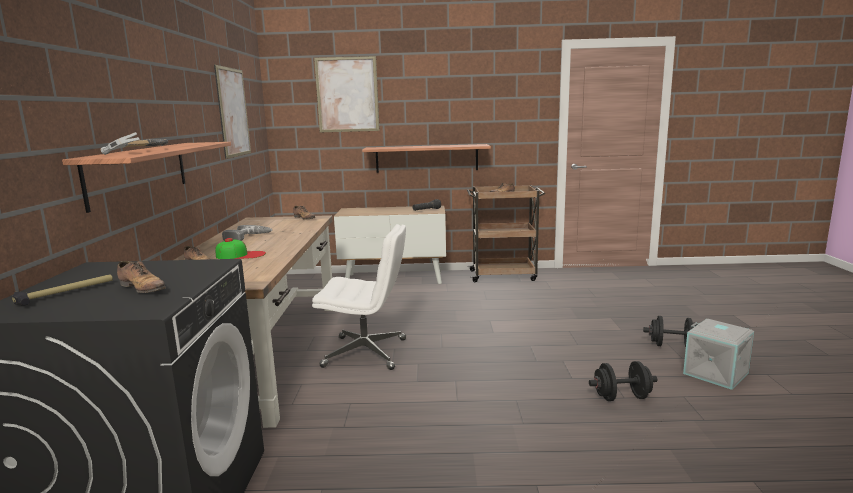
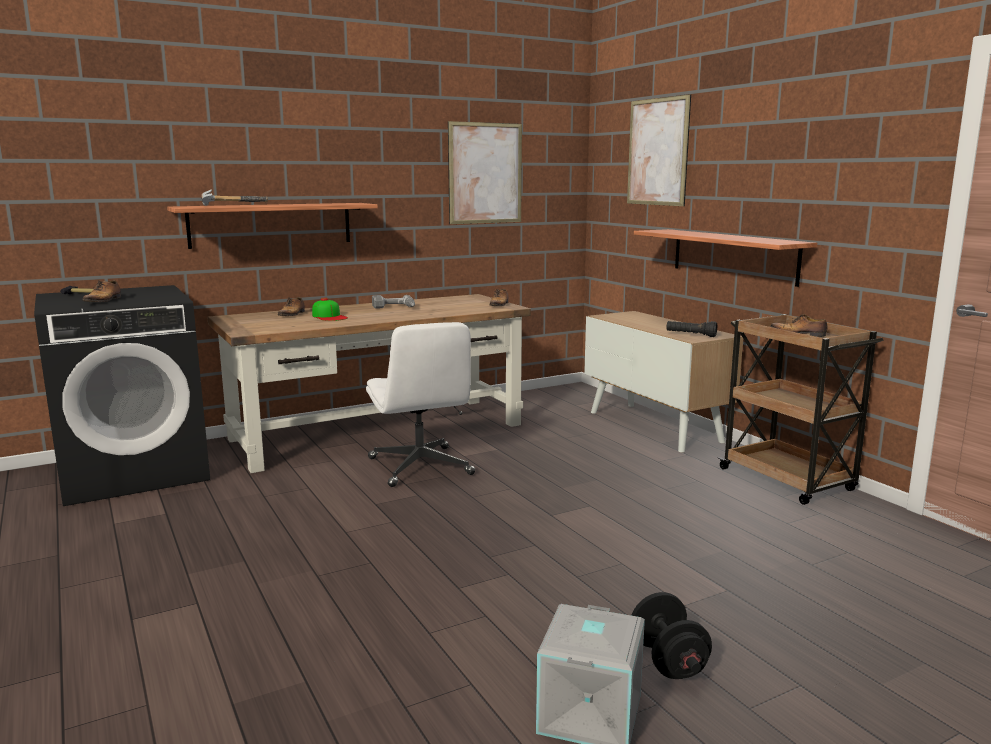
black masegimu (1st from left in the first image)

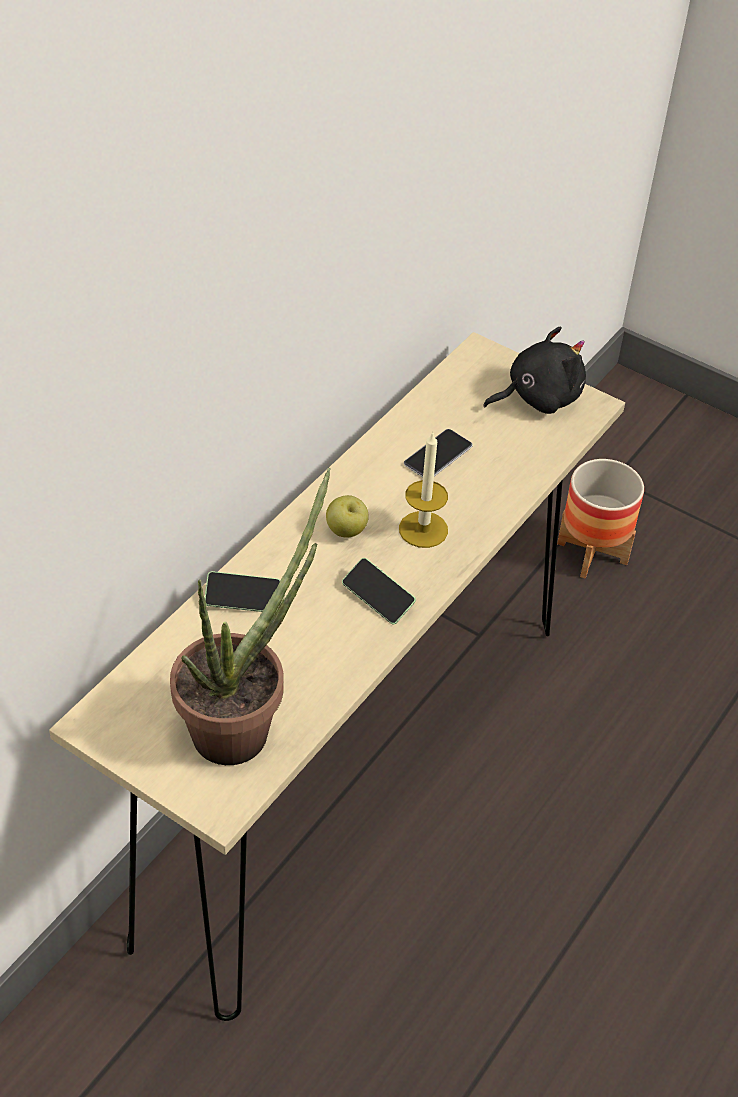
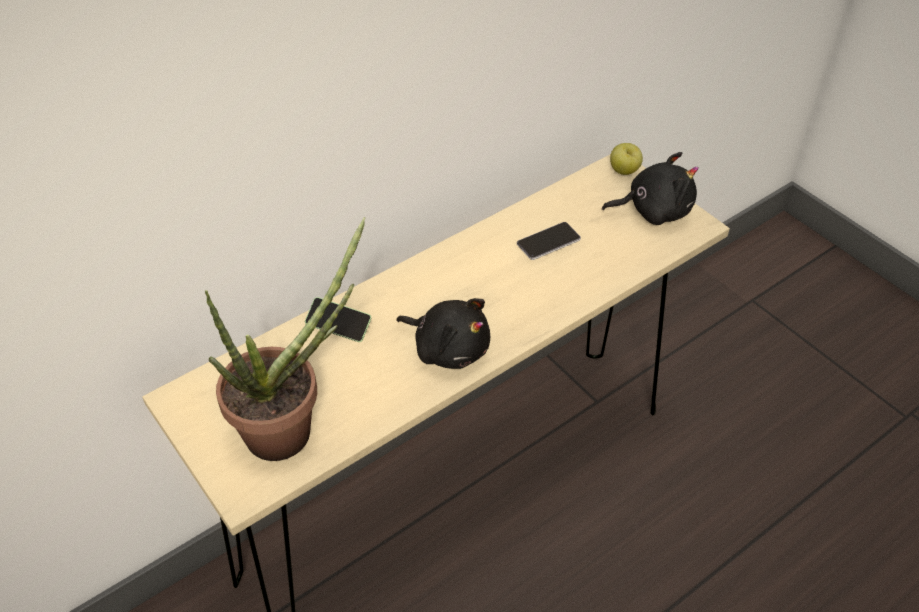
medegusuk
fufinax
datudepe
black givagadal (1st from left)

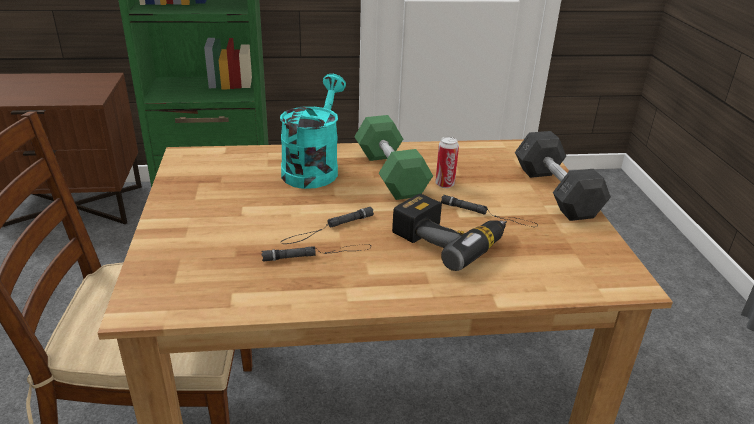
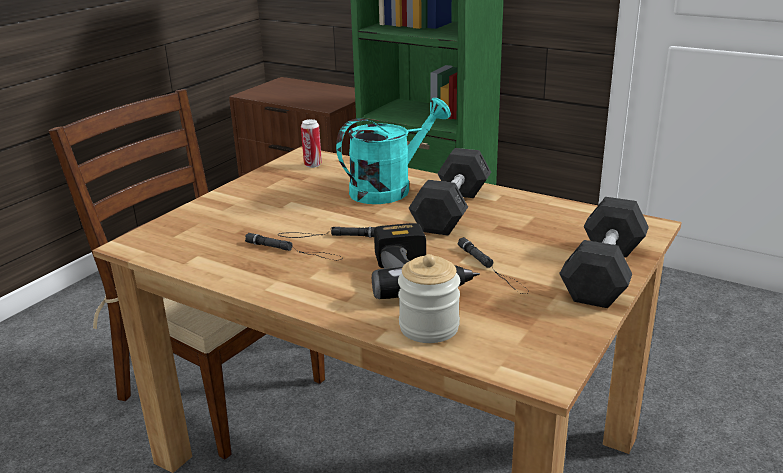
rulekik
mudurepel
grey masegimu (1st from left)

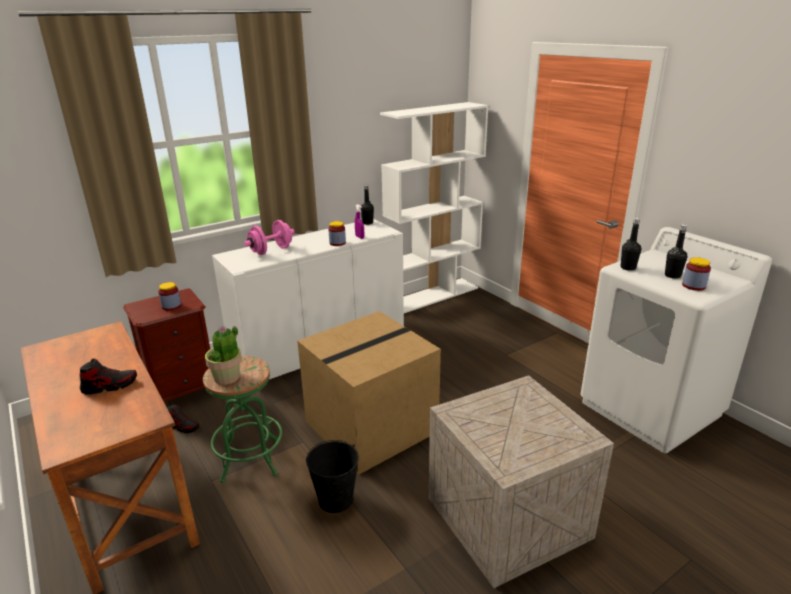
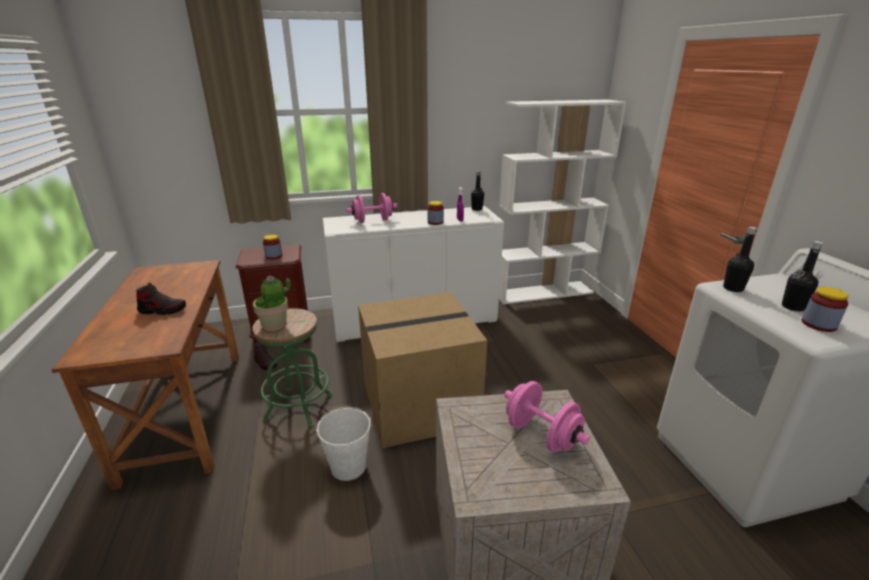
pink masegimu (2nd from left)
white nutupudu

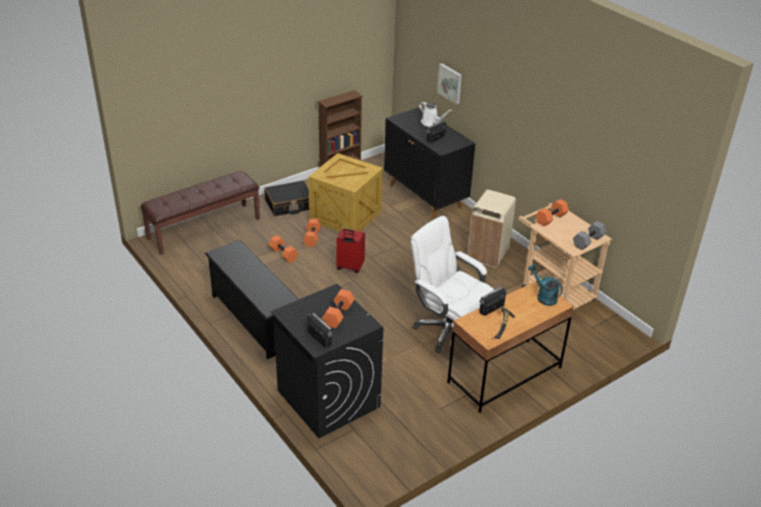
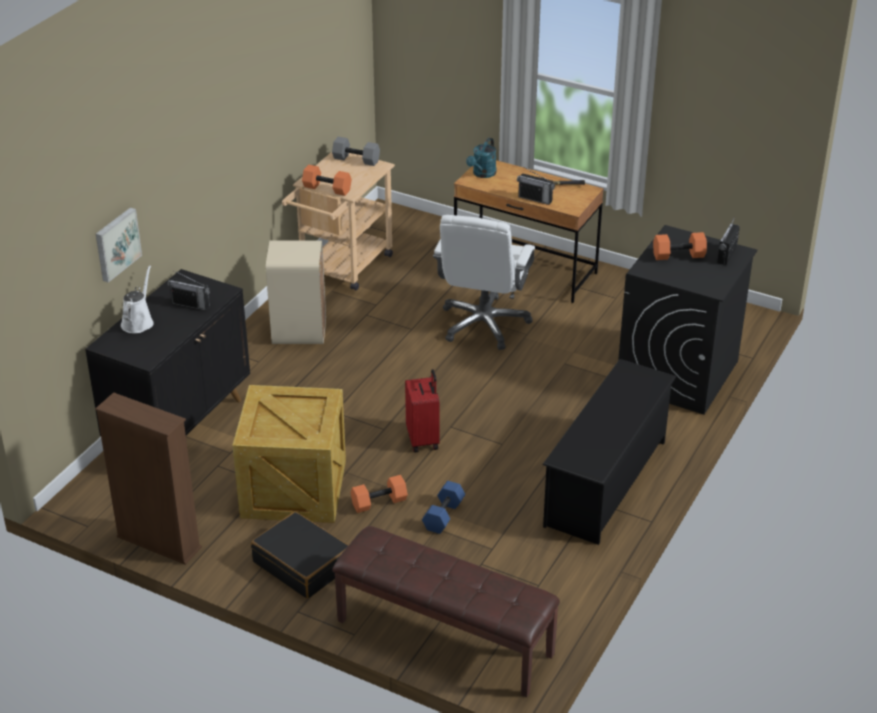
blue masegimu

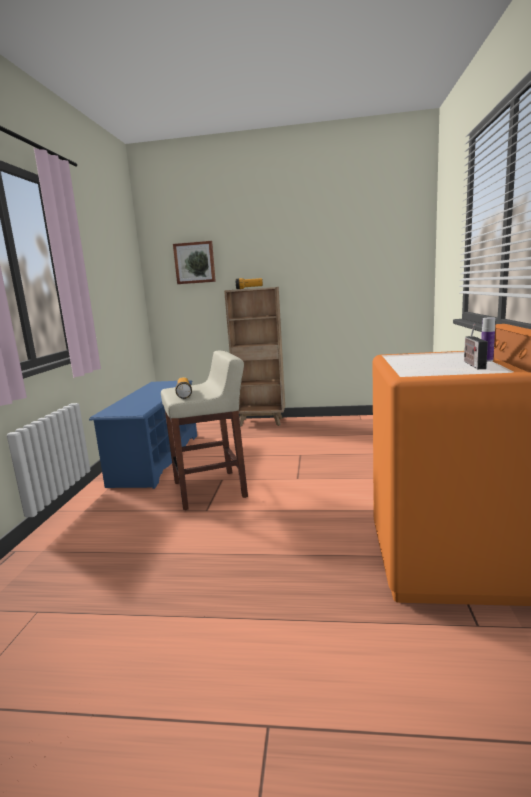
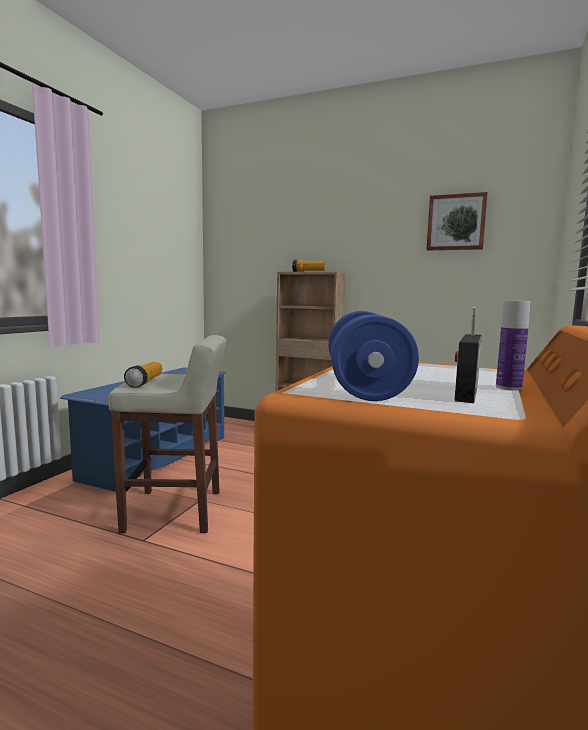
blue masegimu
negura

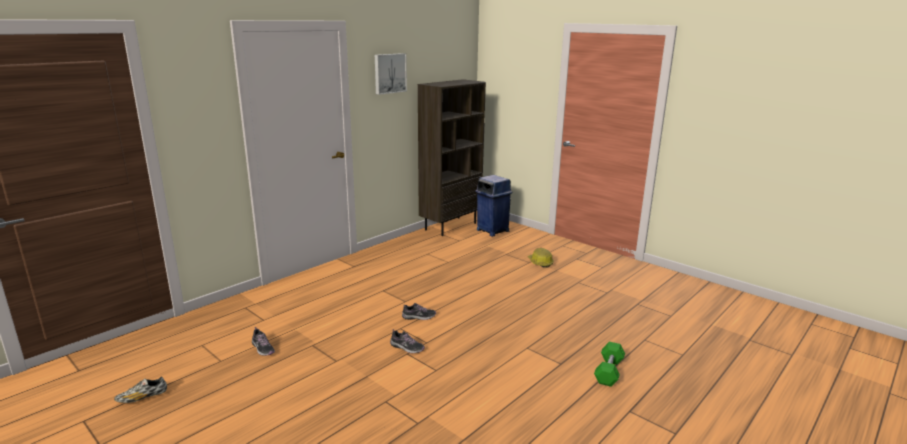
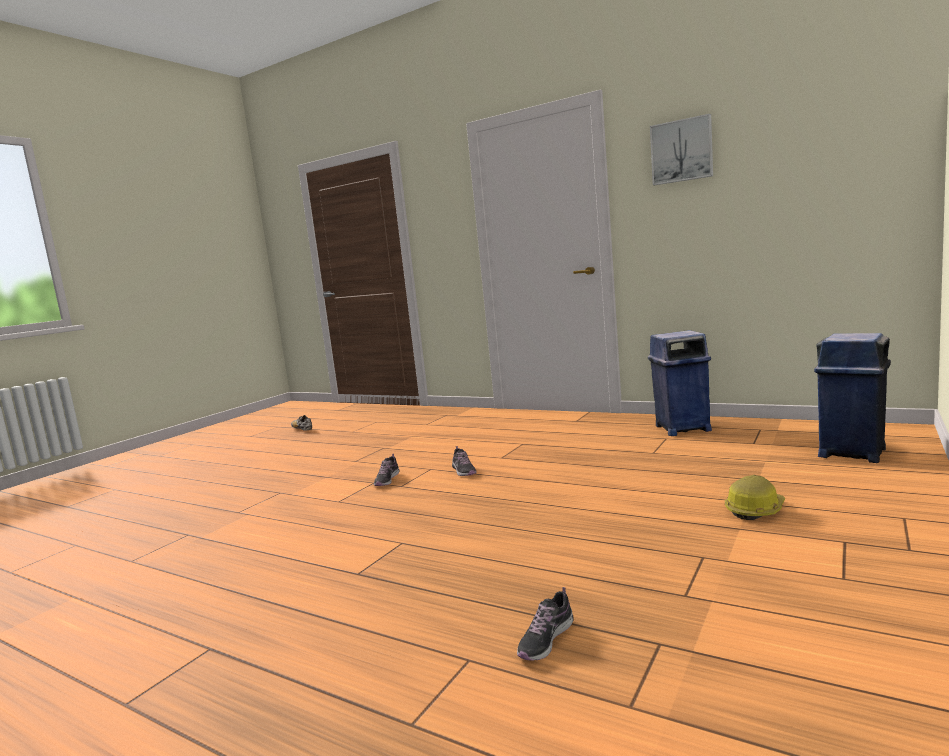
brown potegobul
green masegimu
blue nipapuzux (1st from left)
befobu (4th from left)

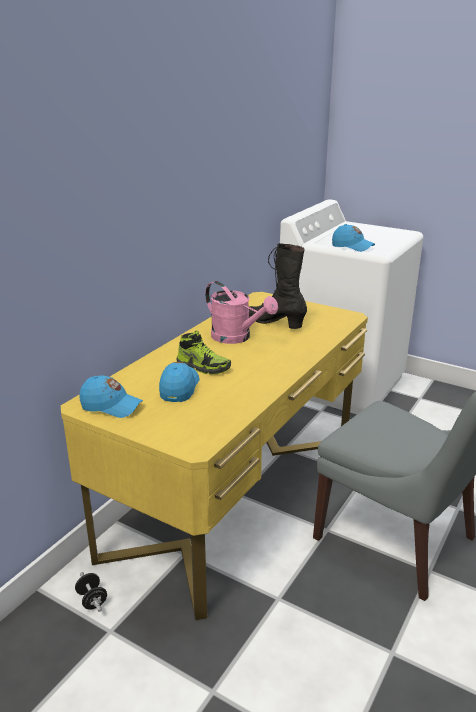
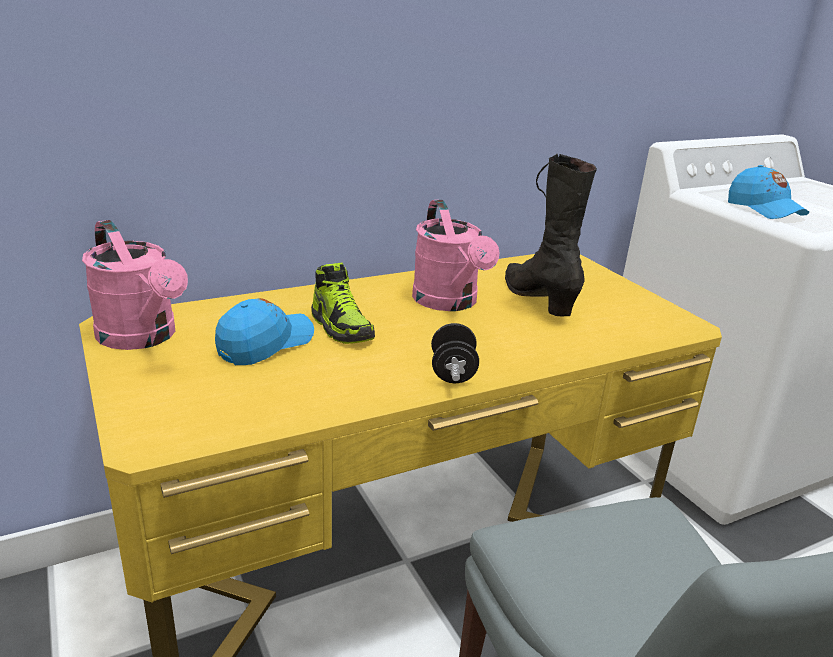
black masegimu
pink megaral (1st from left)

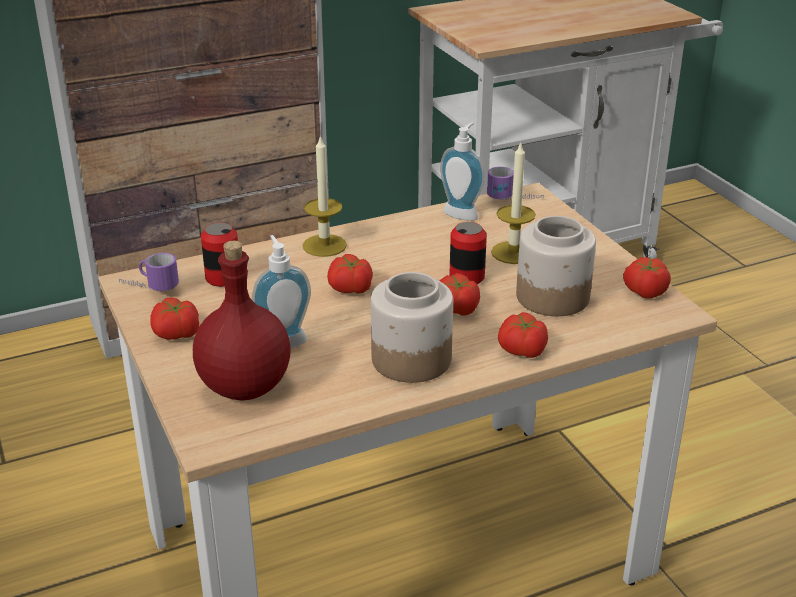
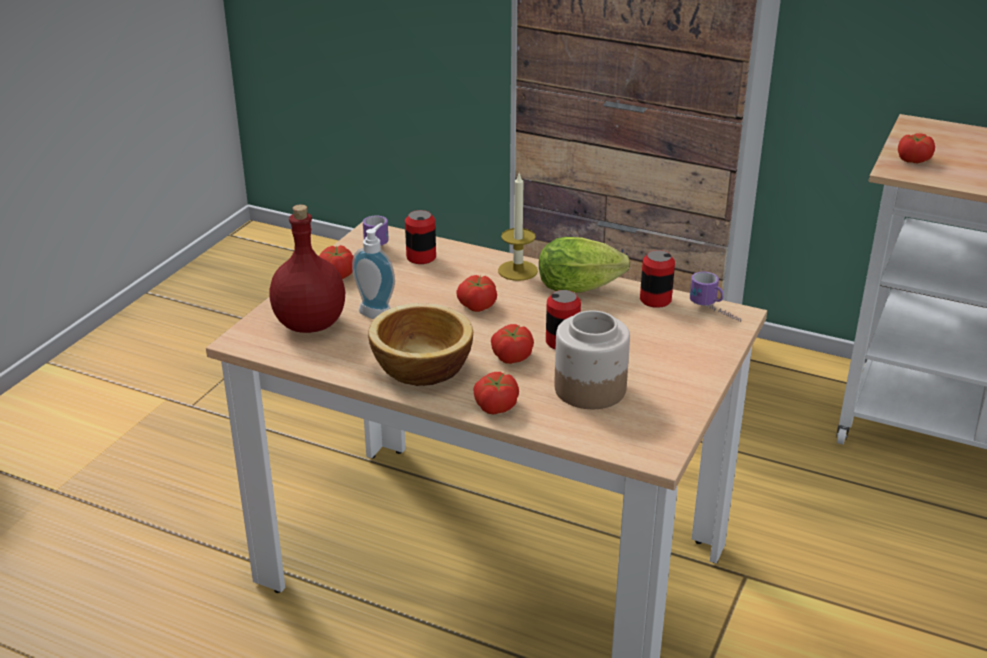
medegusuk (2nd from left in the first image)
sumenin
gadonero (5th from left)
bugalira
mudurepel (3rd from left)

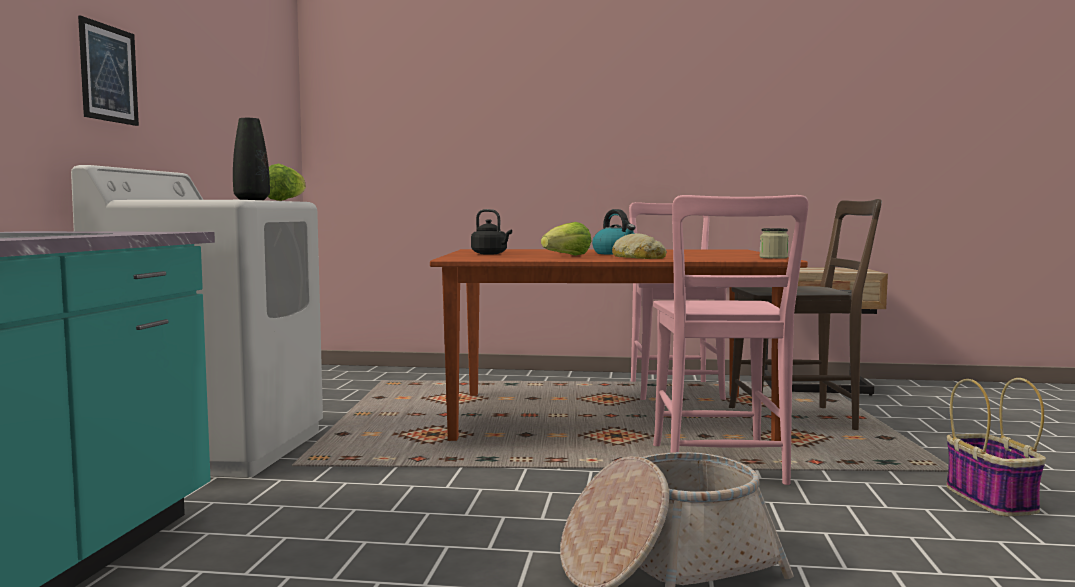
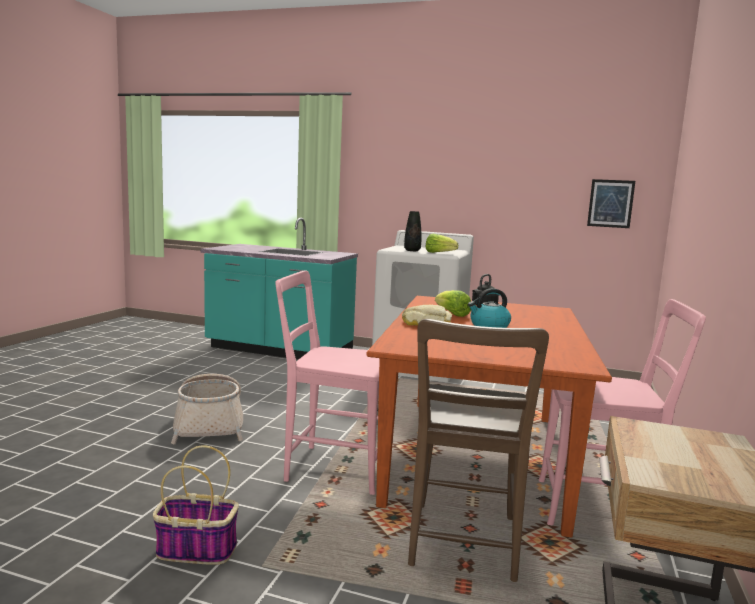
rulekik
negura

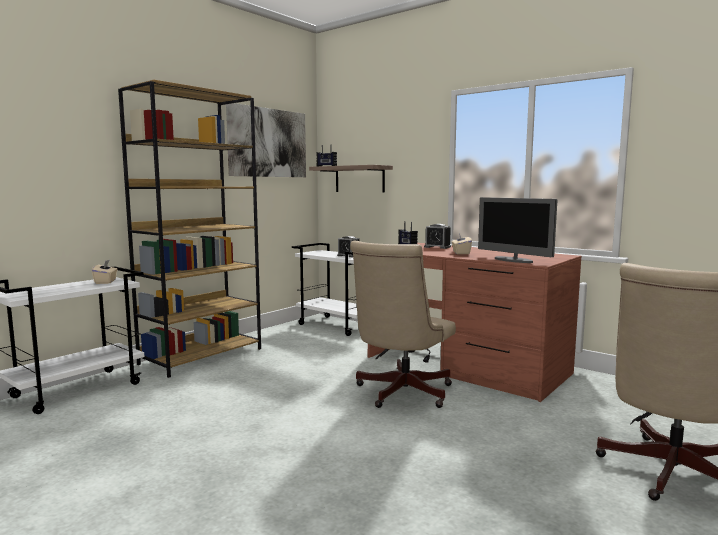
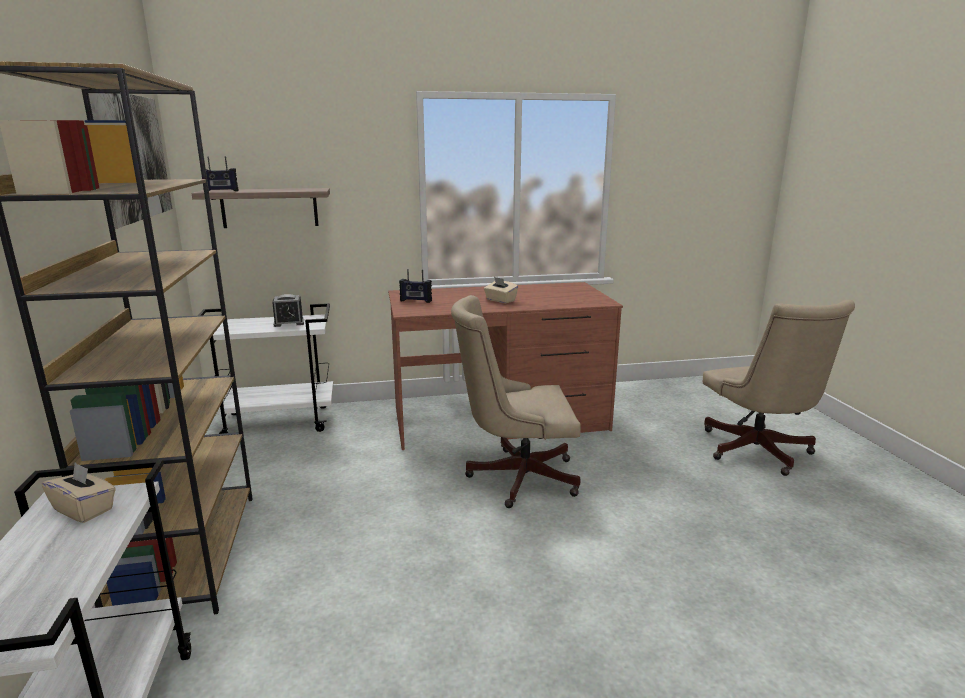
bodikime (2nd from left in the first image)
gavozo
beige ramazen (1st from left)

